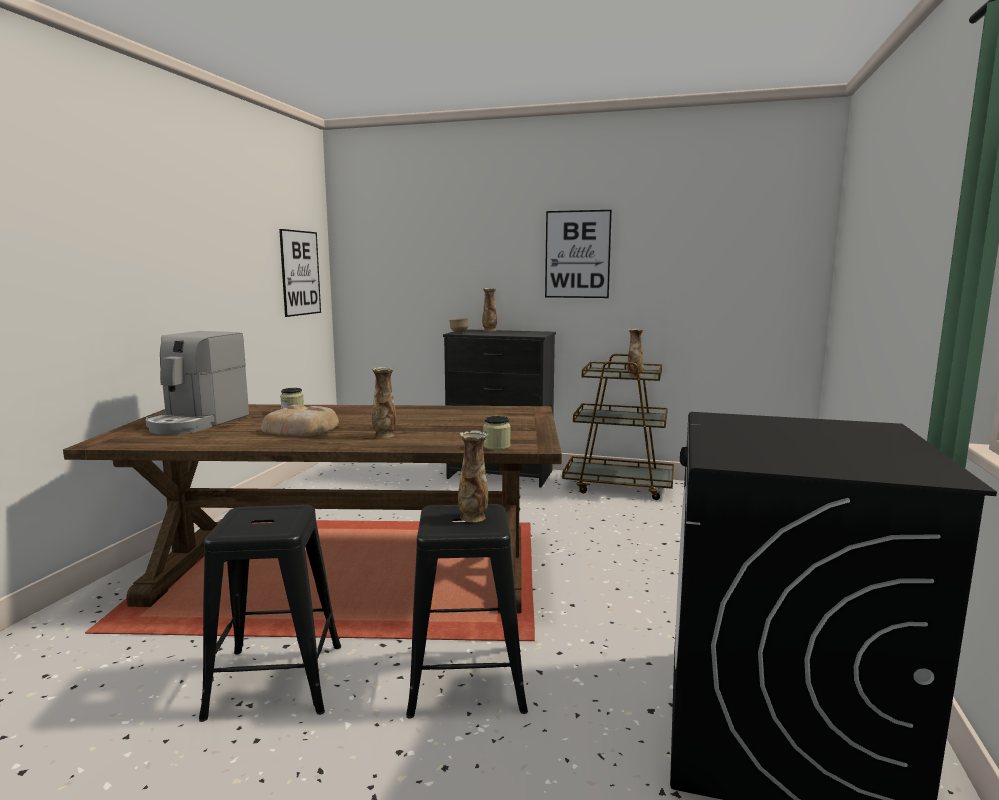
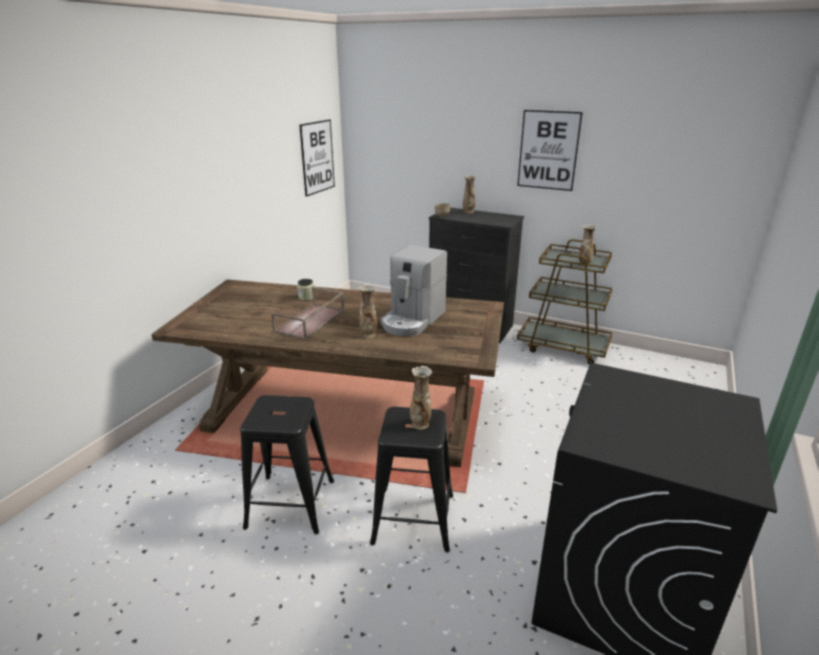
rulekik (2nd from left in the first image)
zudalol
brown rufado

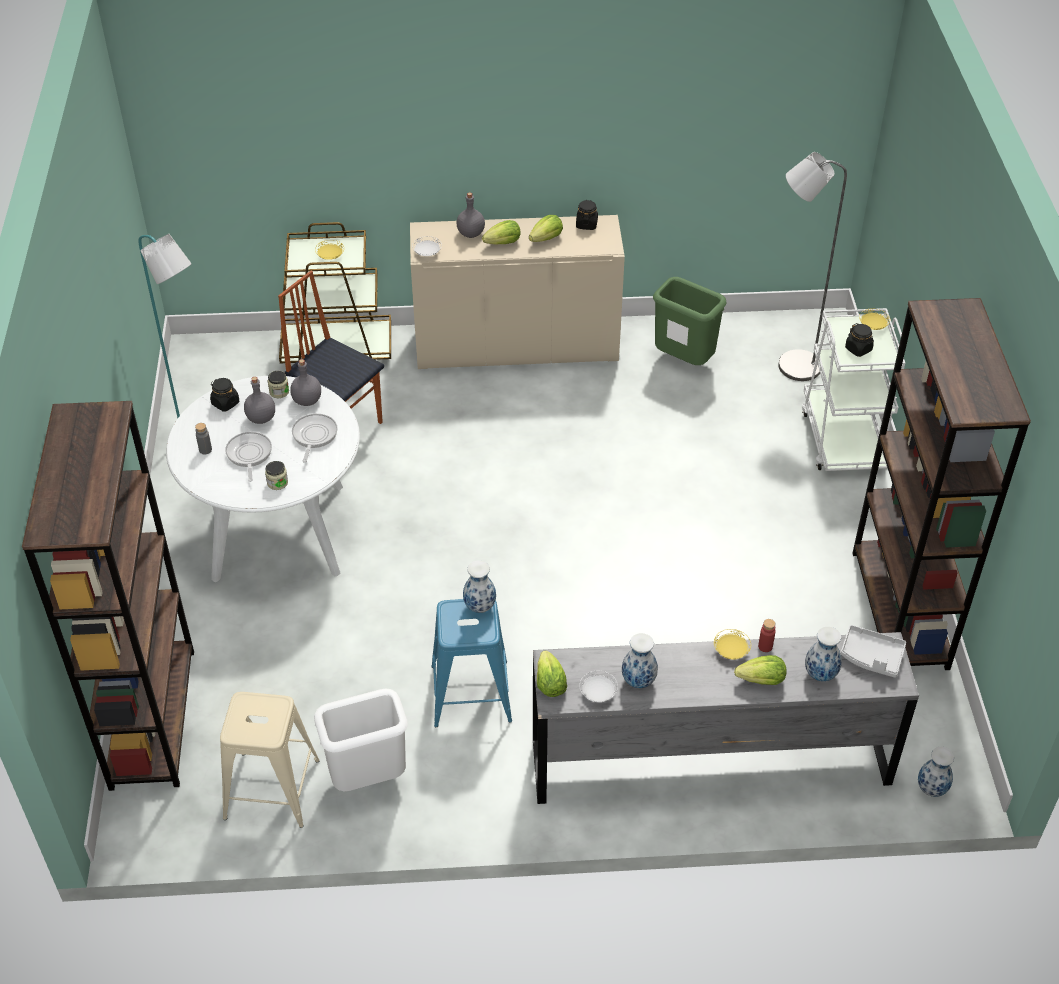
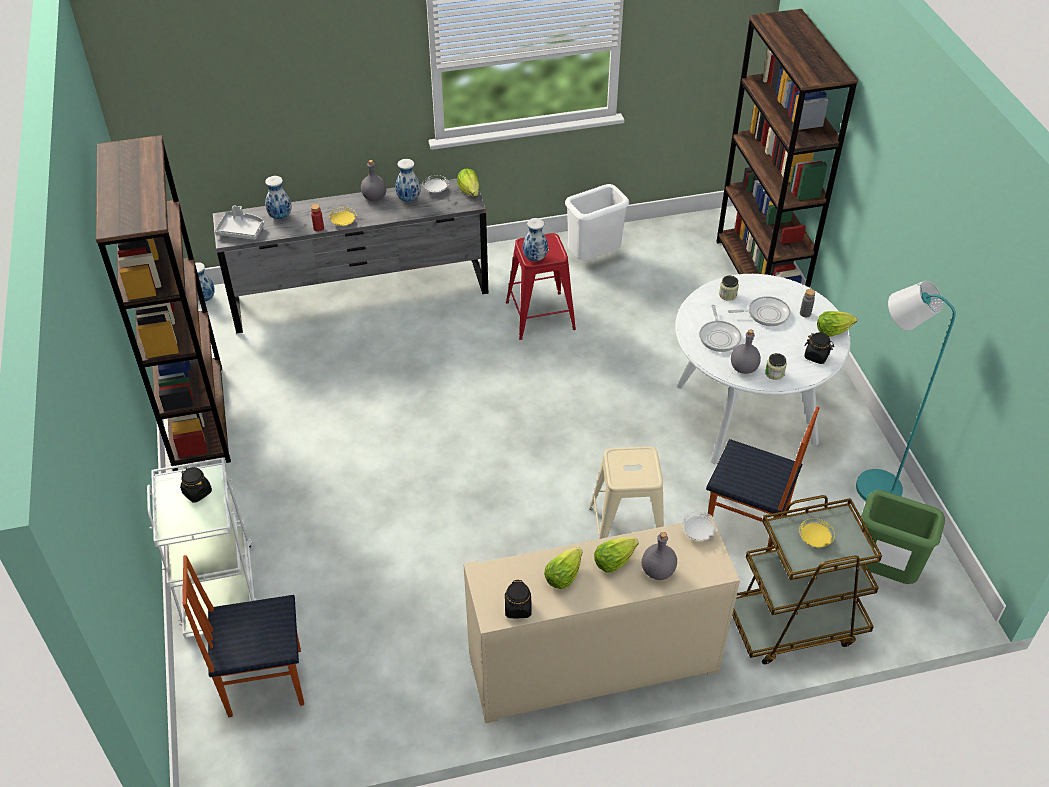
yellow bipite (3rd from left in the first image)
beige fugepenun
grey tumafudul (1st from left)
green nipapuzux
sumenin (4th from left)
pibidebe (1st from left)
red fugepenun
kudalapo (2nd from left)

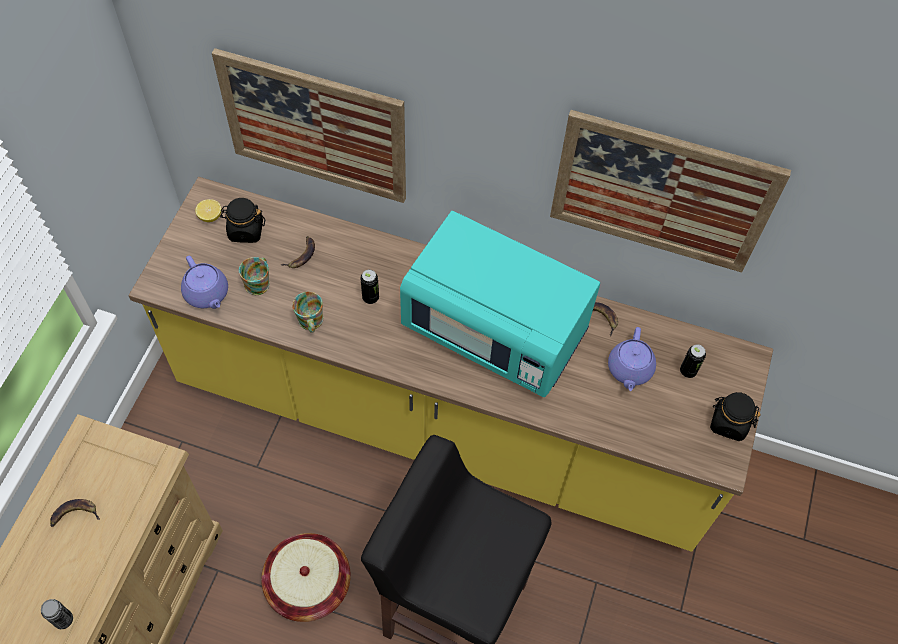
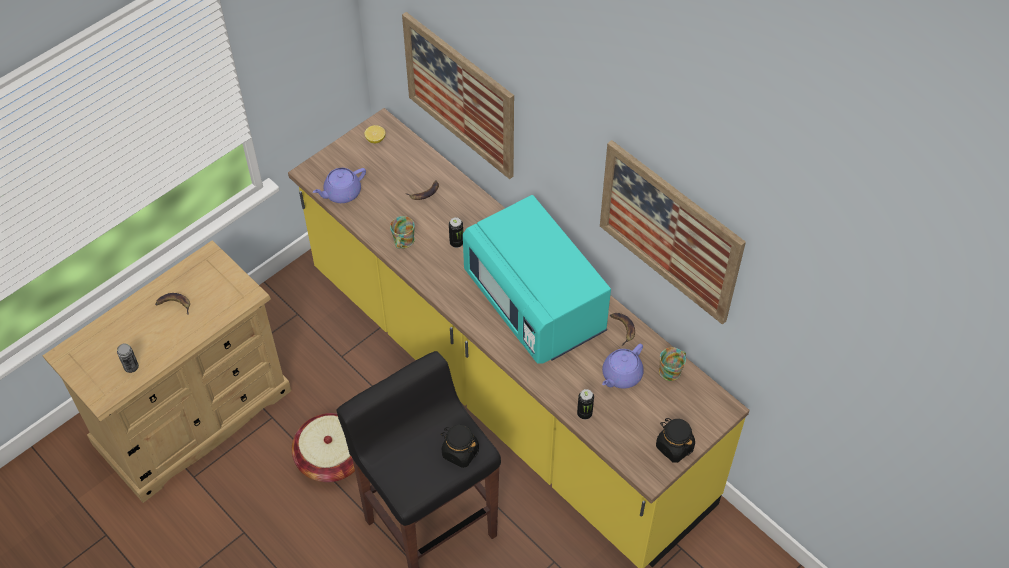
black rulekik (1st from left)
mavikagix (2nd from left)
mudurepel (3rd from left)
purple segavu (1st from left)

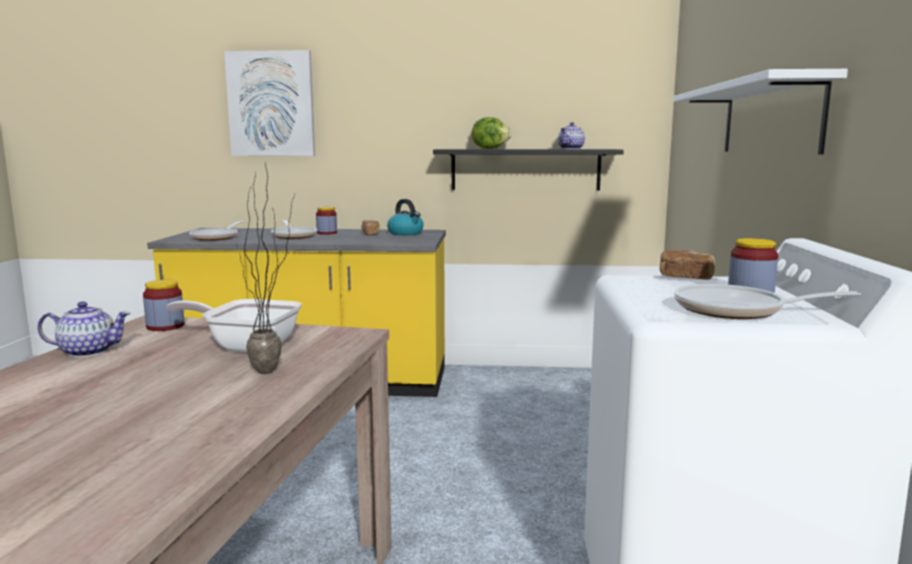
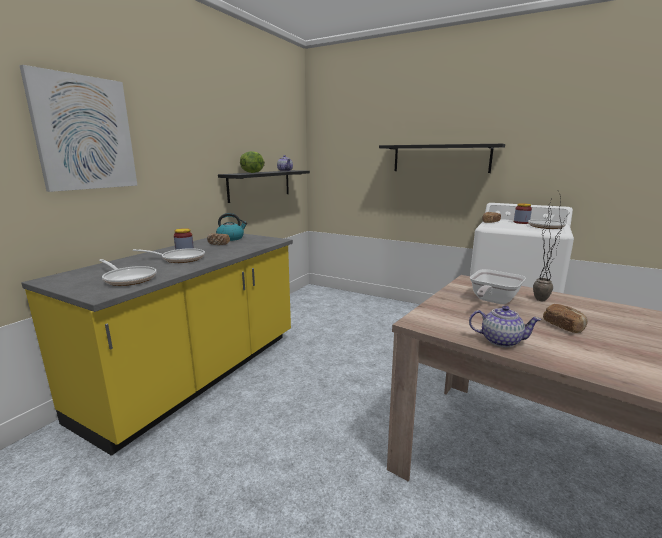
rulekik (1st from left in the first image)
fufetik (3rd from left)
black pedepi (2nd from left)
segavu (2nd from left)

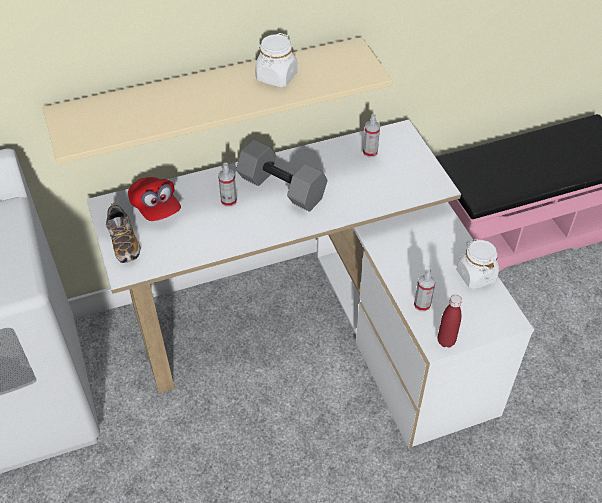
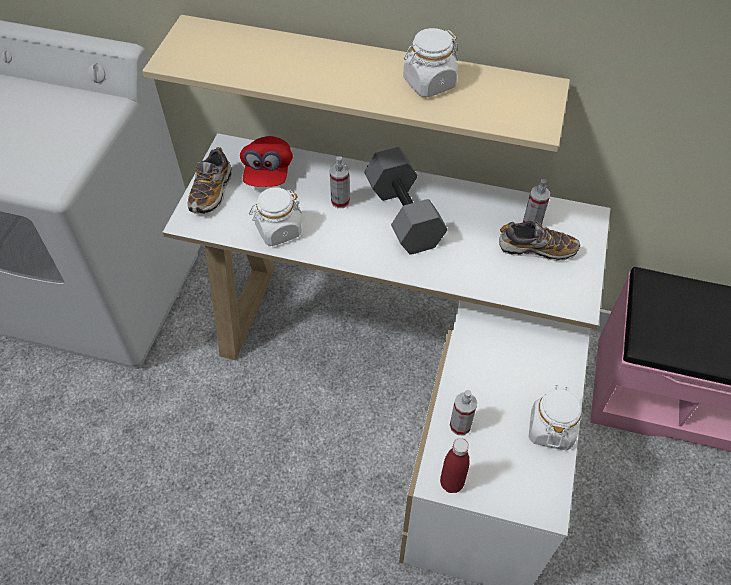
white rulekik (1st from left)
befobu (2nd from left)

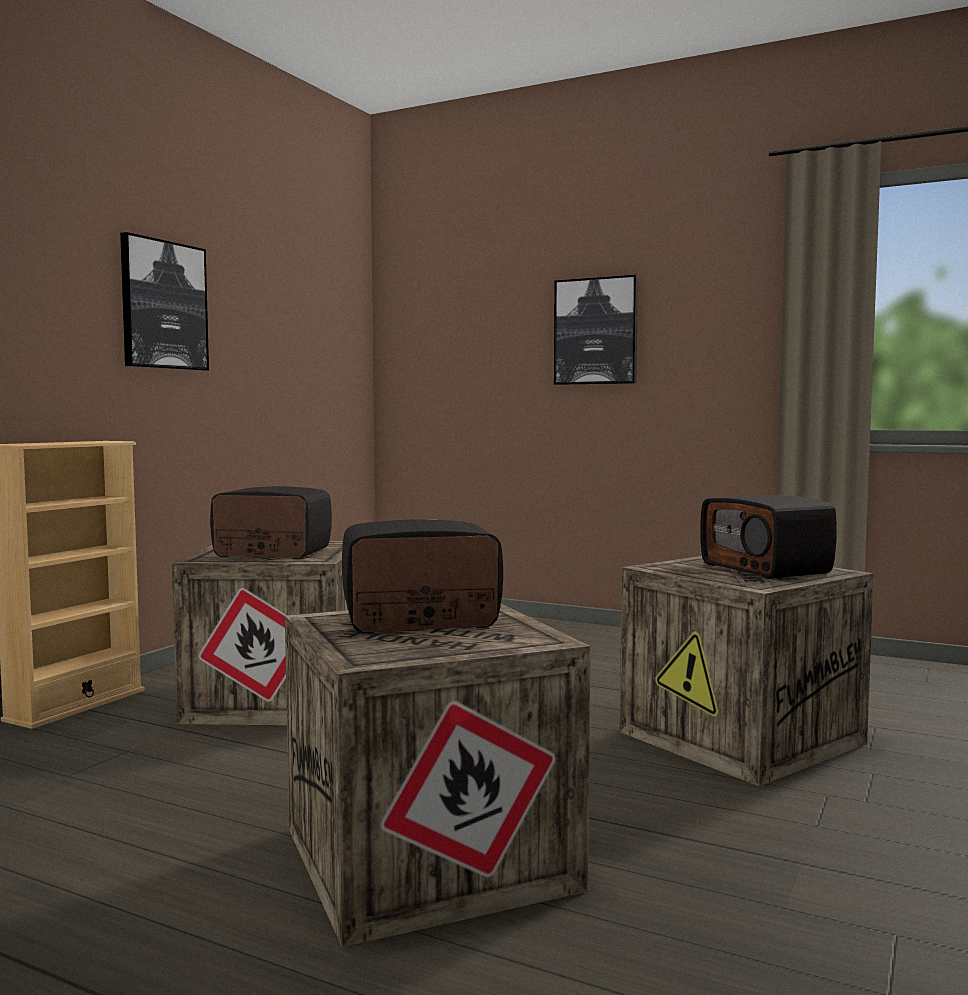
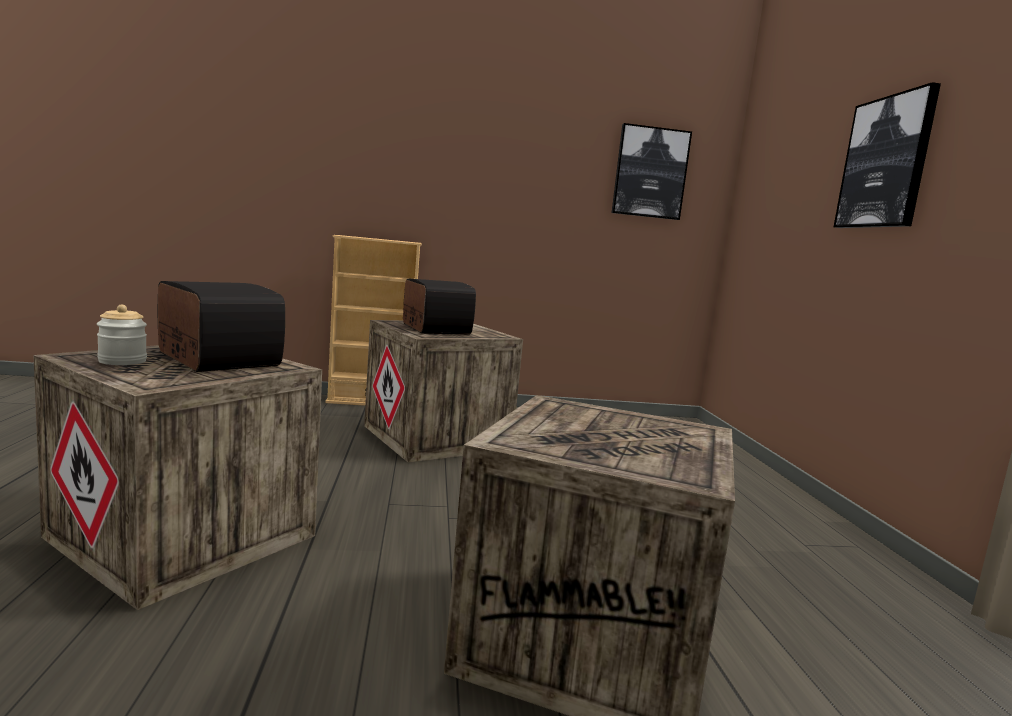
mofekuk (3rd from left in the first image)
rulekik
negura (1st from left)

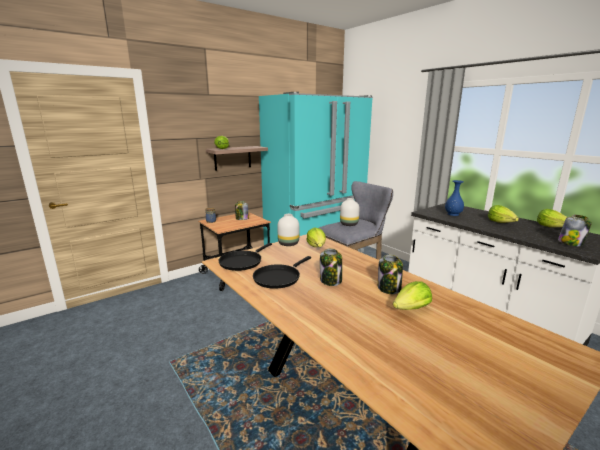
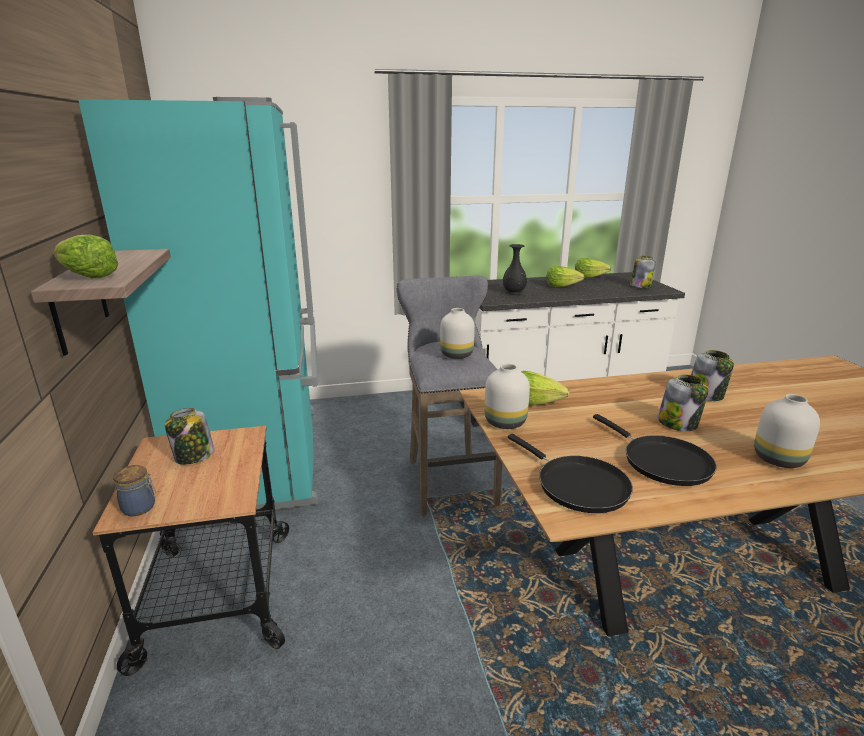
sumenin (3rd from left in the first image)
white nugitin (3rd from left)
black nugitin

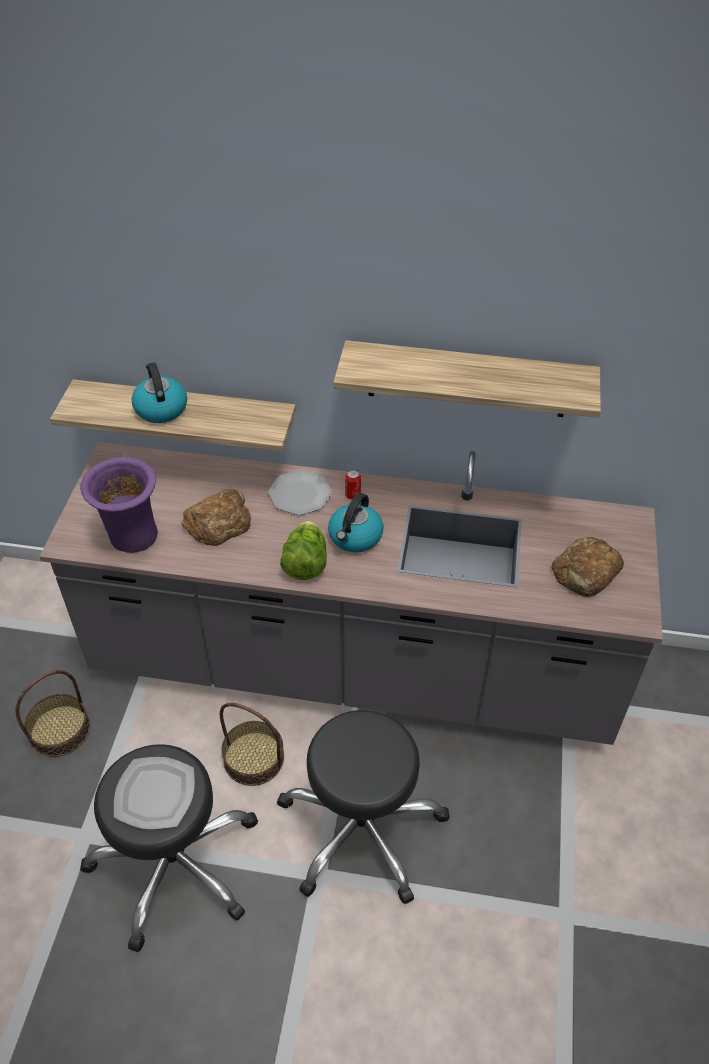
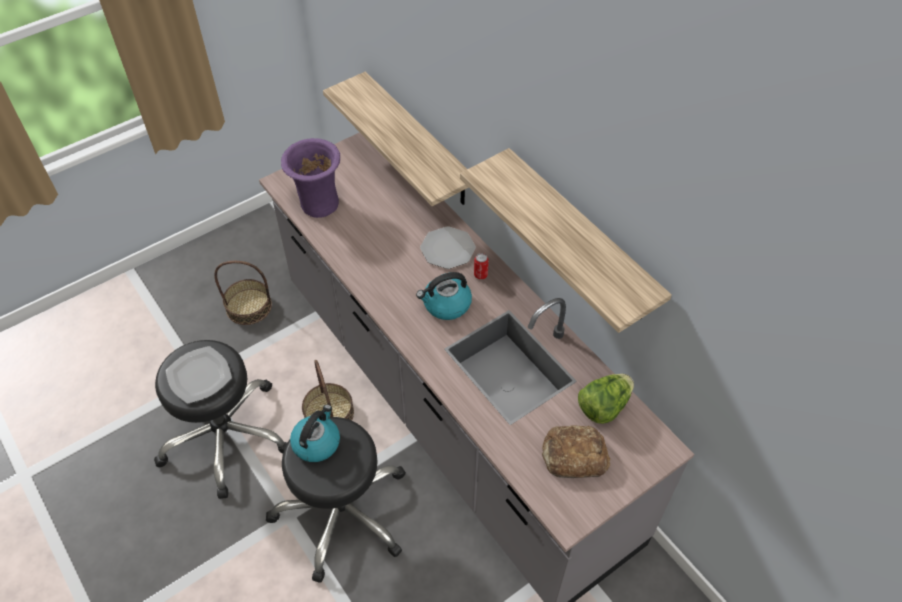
fufetik (1st from left in the first image)
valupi (1st from left)
sumenin

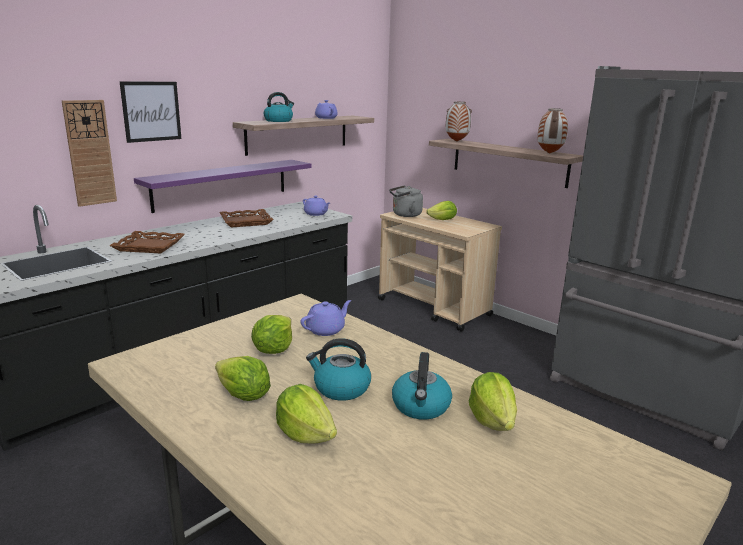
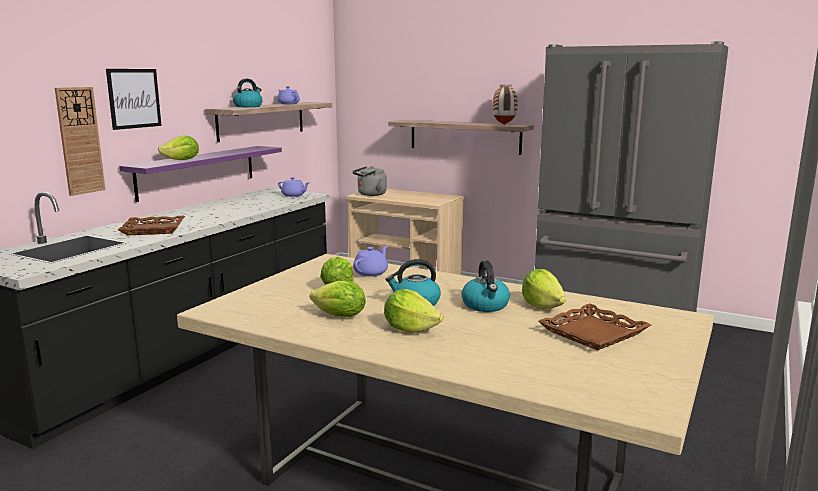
nugitin (1st from left in the first image)
brown rufado (2nd from left)
sumenin (1st from left)

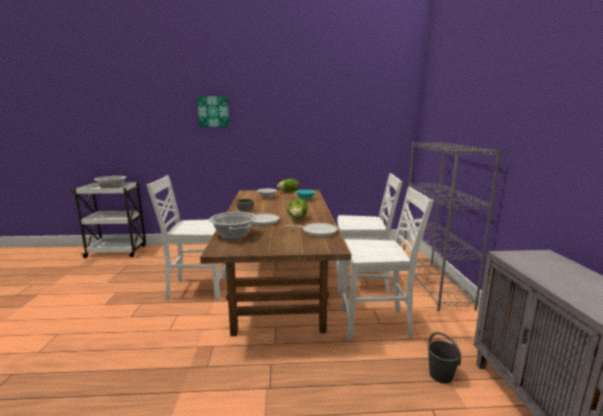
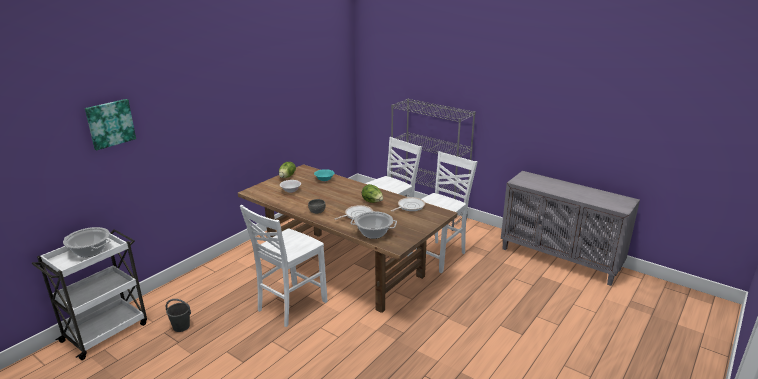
negura
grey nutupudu

